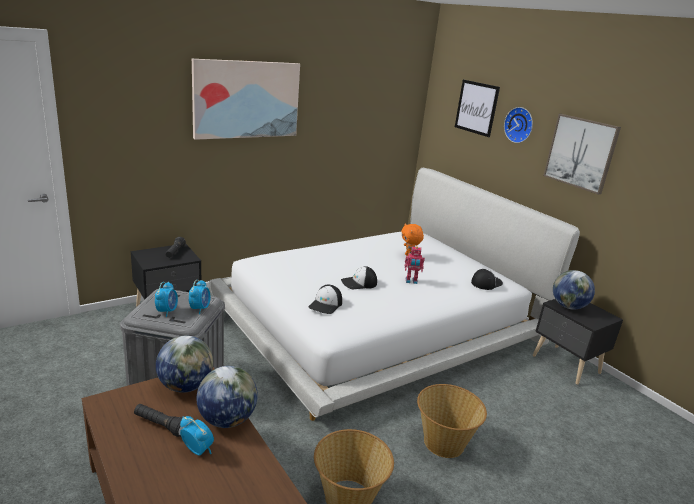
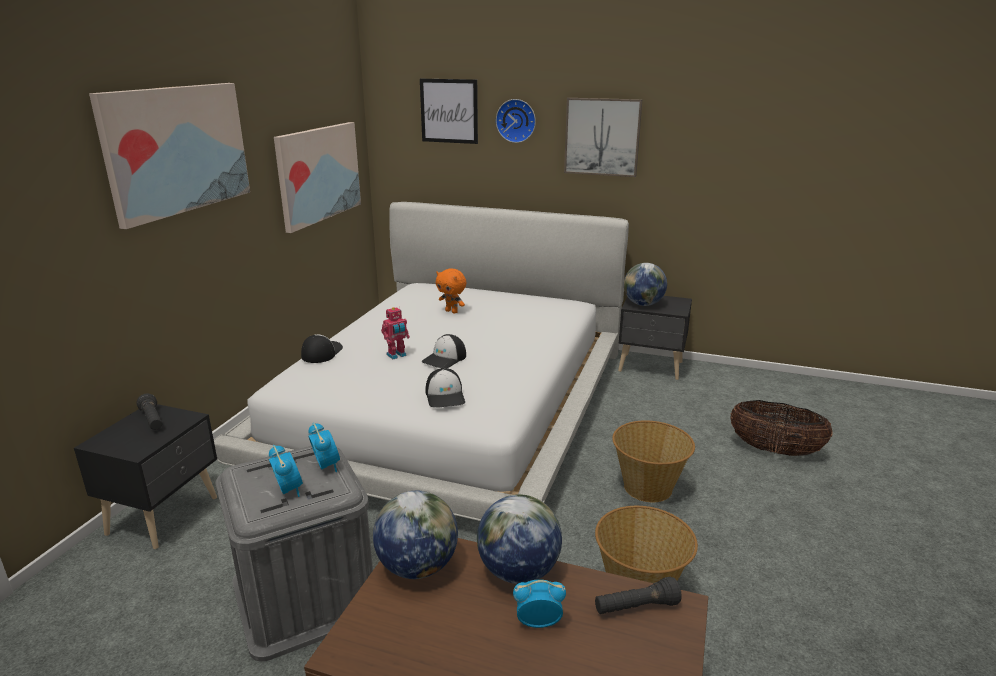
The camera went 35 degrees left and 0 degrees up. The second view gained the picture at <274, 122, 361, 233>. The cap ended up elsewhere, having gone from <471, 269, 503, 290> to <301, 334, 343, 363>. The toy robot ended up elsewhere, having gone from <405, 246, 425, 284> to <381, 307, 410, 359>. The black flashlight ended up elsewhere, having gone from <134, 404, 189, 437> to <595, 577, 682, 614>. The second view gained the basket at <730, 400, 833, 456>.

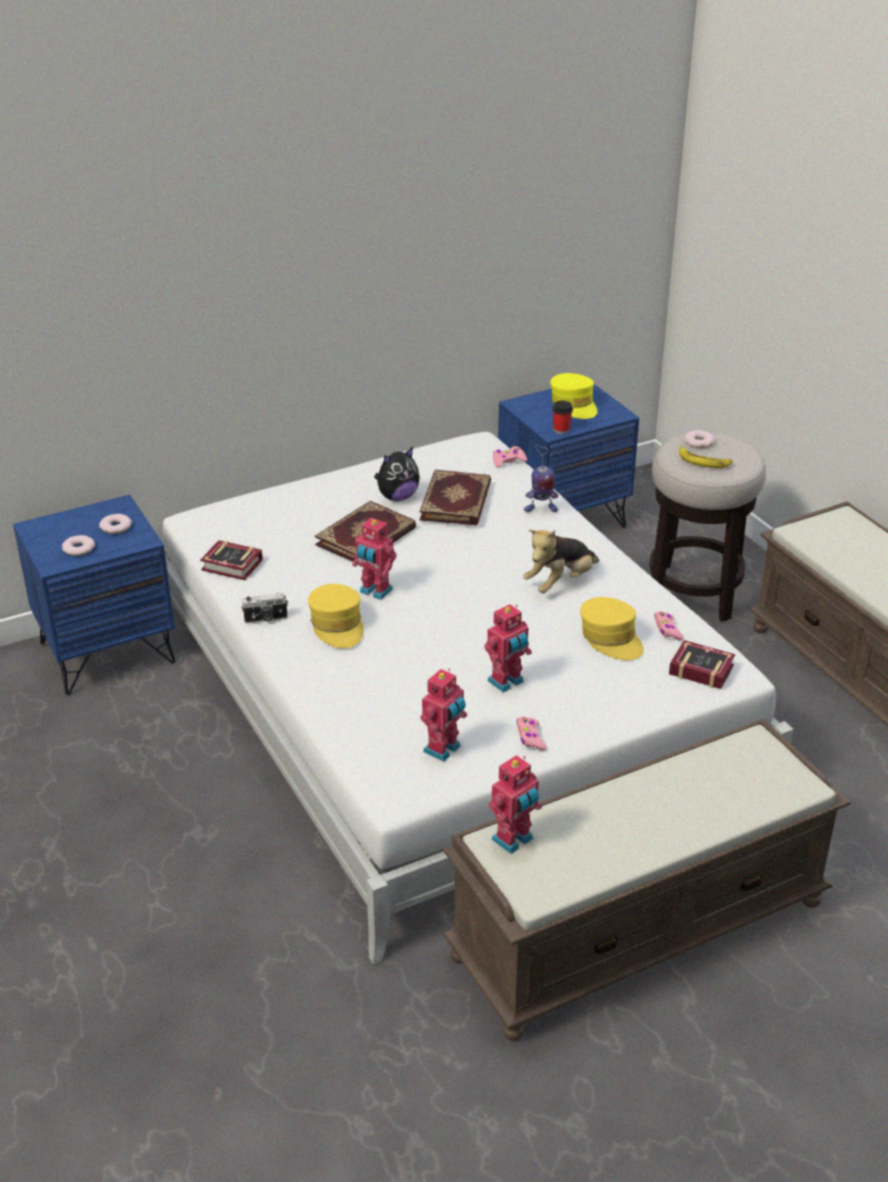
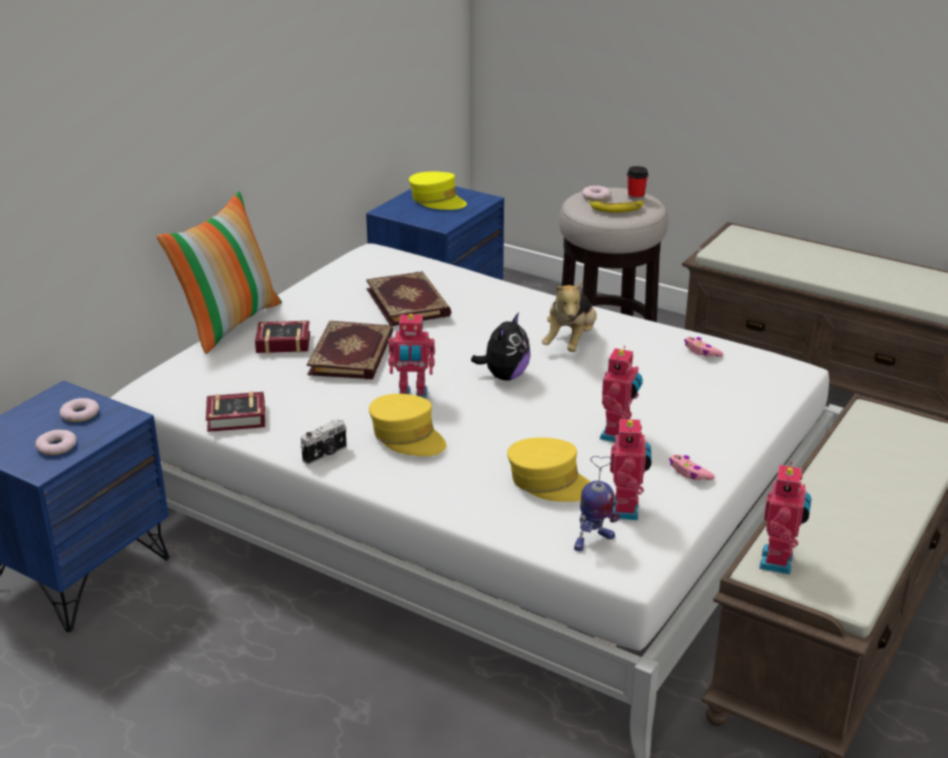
The camera went 30 degrees left and 5 degrees down. The second view gained the pillow at <157, 191, 282, 354>. The book ended up elsewhere, having gone from <669, 640, 735, 689> to <255, 321, 310, 354>. The plush toy ended up elsewhere, having gone from <374, 447, 420, 501> to <471, 312, 531, 381>. The yellow cap ended up elsewhere, having gone from <580, 597, 643, 660> to <507, 437, 591, 502>. The toy robot ended up elsewhere, having gone from <524, 445, 558, 512> to <574, 456, 620, 552>. The cup ended up elsewhere, having gone from <552, 401, 573, 434> to <627, 166, 648, 200>. The second view lost the pink game controller at <493, 446, 527, 468>.

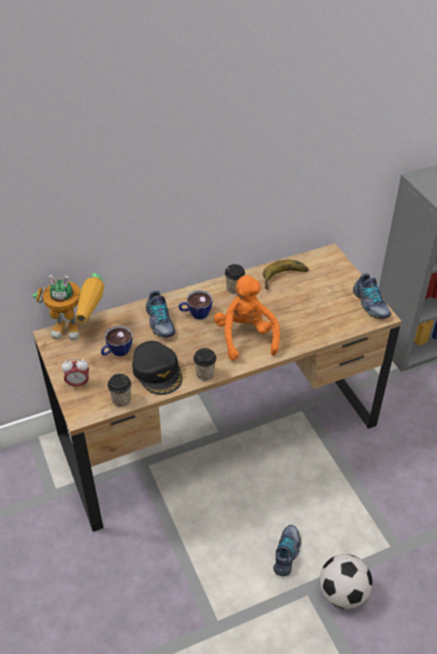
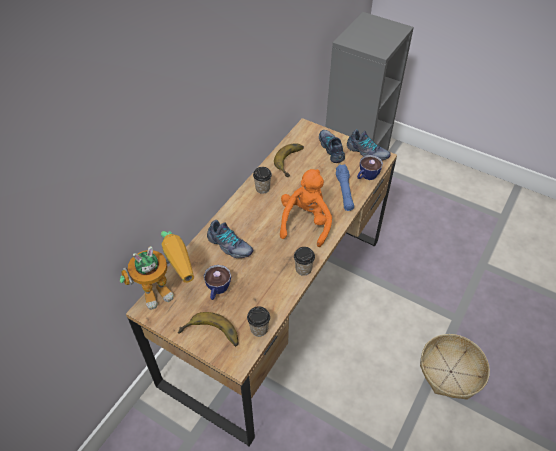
The camera went 35 degrees left and 5 degrees up. Where the alarm clock stood at <62, 359, 89, 388>, the banana came to stand at <178, 312, 238, 347>. The orange plush toy at <214, 275, 280, 361> ended up facing another way, 60 degrees clockwise from before. The shoe ended up elsewhere, having gone from <273, 525, 301, 576> to <319, 130, 345, 163>. The second view gained the blue flashlight at <336, 164, 354, 211>. The cup ended up elsewhere, having gone from <178, 290, 212, 319> to <357, 155, 383, 180>. Where the football stood at <320, 554, 373, 609>, the basket came to stand at <420, 334, 490, 400>. The second view lost the black cap at <132, 341, 182, 395>.

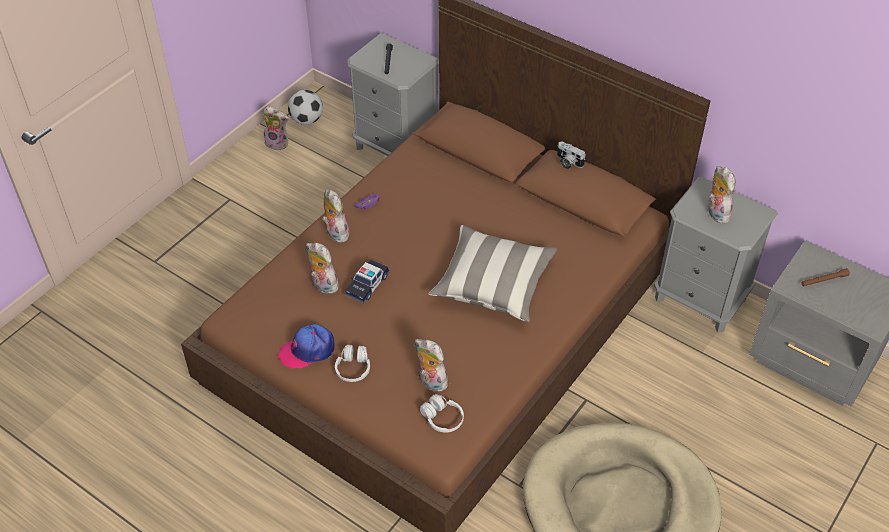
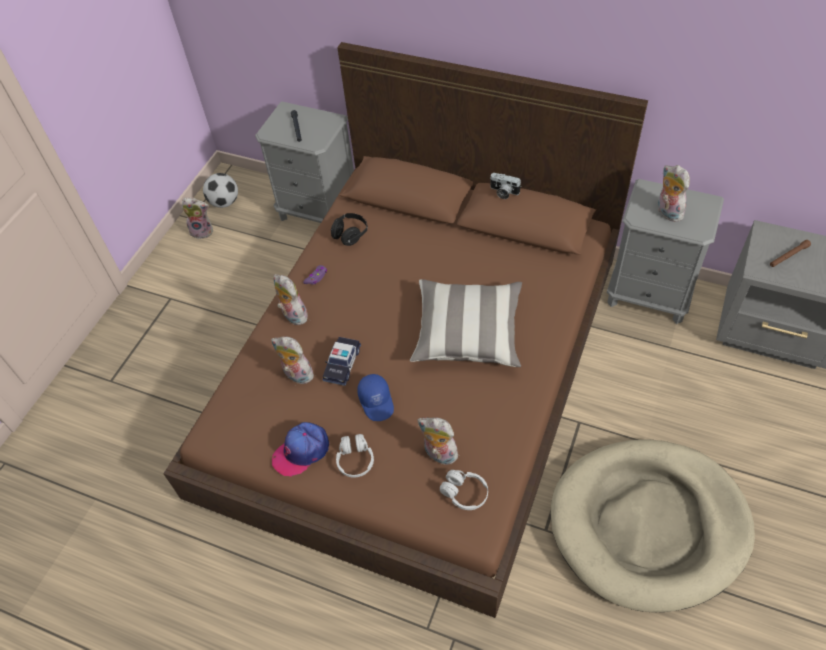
The camera went 10 degrees left and 5 degrees up. The second view gained the black headphones at <331, 213, 368, 246>. The second view gained the blue cap at <357, 374, 394, 421>.

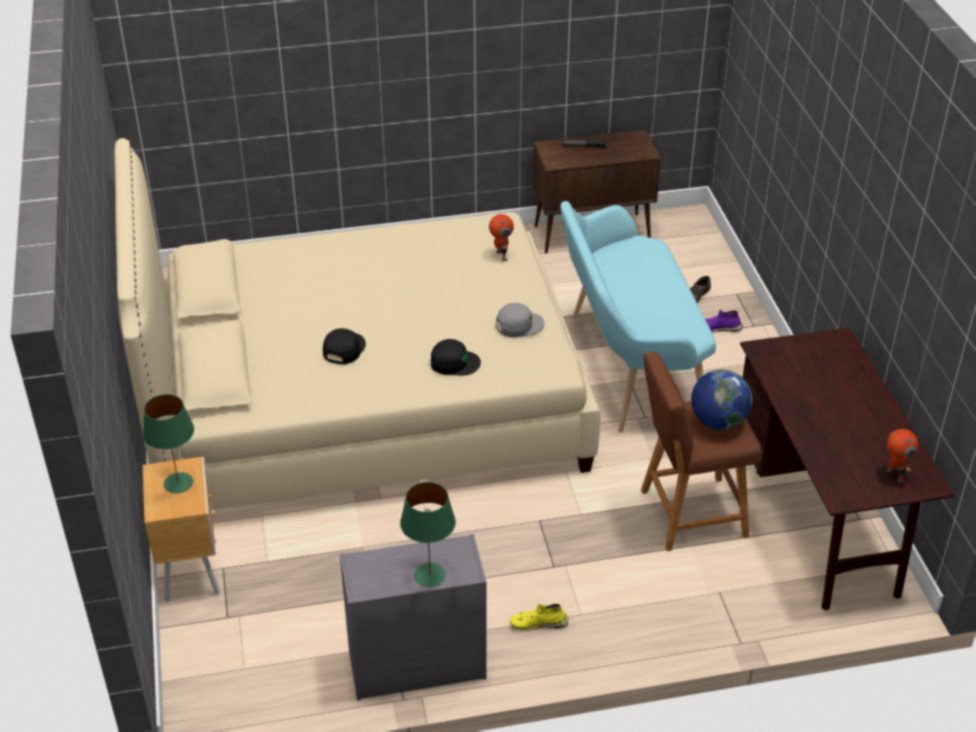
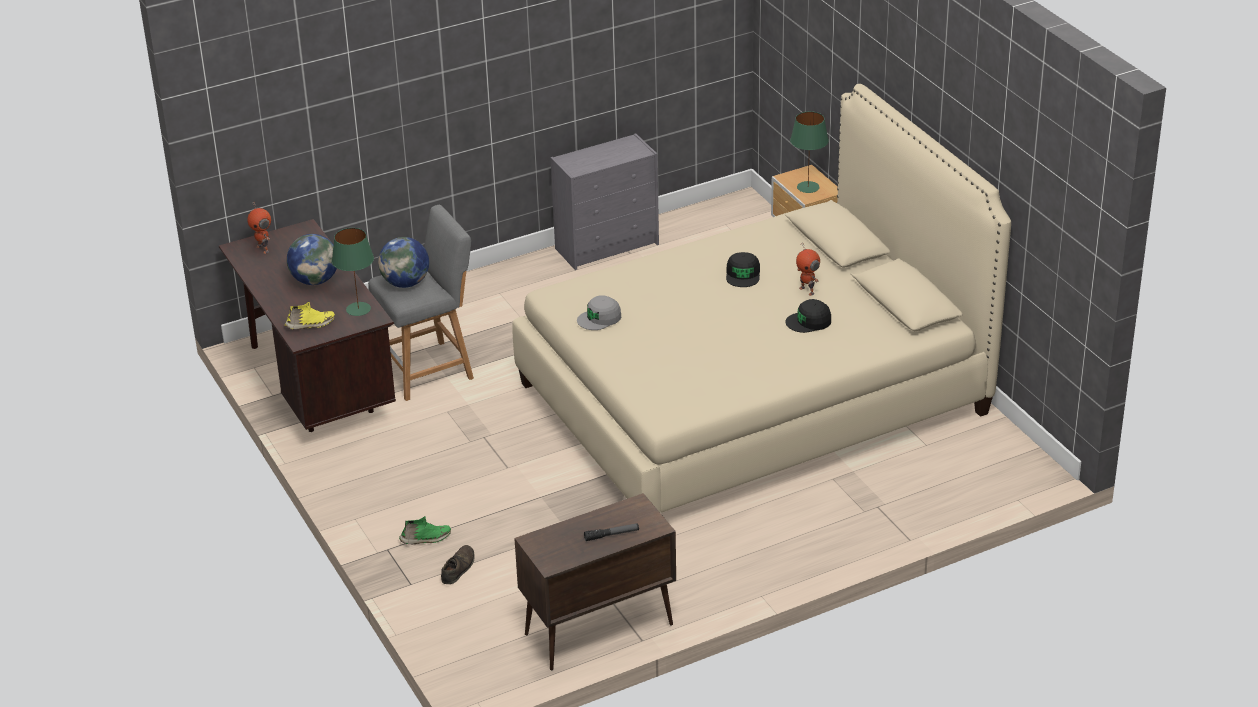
The camera went 165 degrees right and 5 degrees down. The yellow shoe ended up elsewhere, having gone from <510, 603, 569, 630> to <285, 302, 335, 330>. The second view gained the globe at <287, 234, 337, 285>. The green table lamp ended up elsewhere, having gone from <400, 482, 456, 587> to <332, 228, 374, 316>. What was the brown stool at <641, 352, 762, 551> turned into the grey stool at <368, 205, 474, 401>. What was the purple shoe at <705, 310, 743, 332> turned into the green shoe at <399, 516, 451, 544>. The black cap ended up elsewhere, having gone from <431, 339, 481, 376> to <785, 299, 831, 333>. The toy robot ended up elsewhere, having gone from <489, 214, 514, 261> to <796, 242, 820, 296>. The second view lost the turquoise bench at <560, 201, 716, 432>.

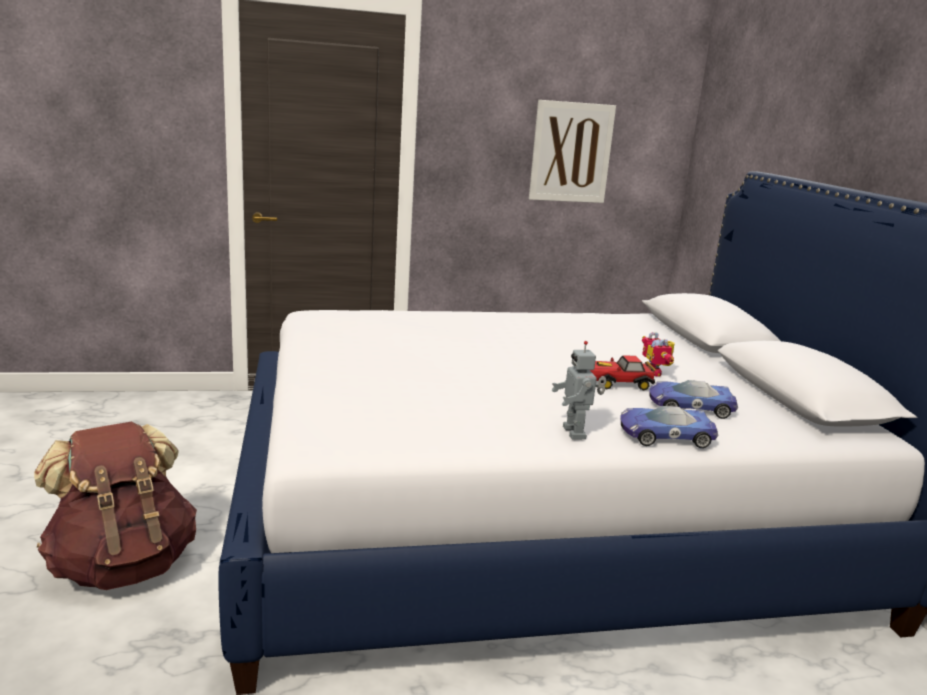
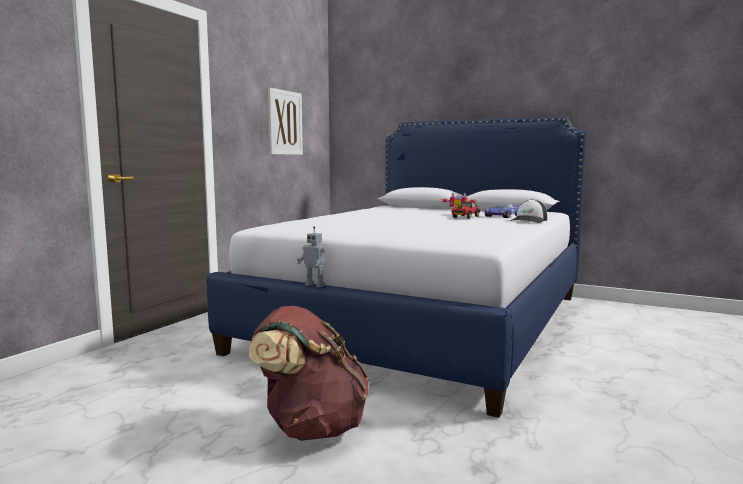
The camera went 50 degrees left and 10 degrees down. The toy robot ended up elsewhere, having gone from <551, 341, 607, 440> to <297, 226, 327, 287>. Where the toy car stood at <621, 406, 718, 448>, the cap came to stand at <510, 199, 547, 223>.

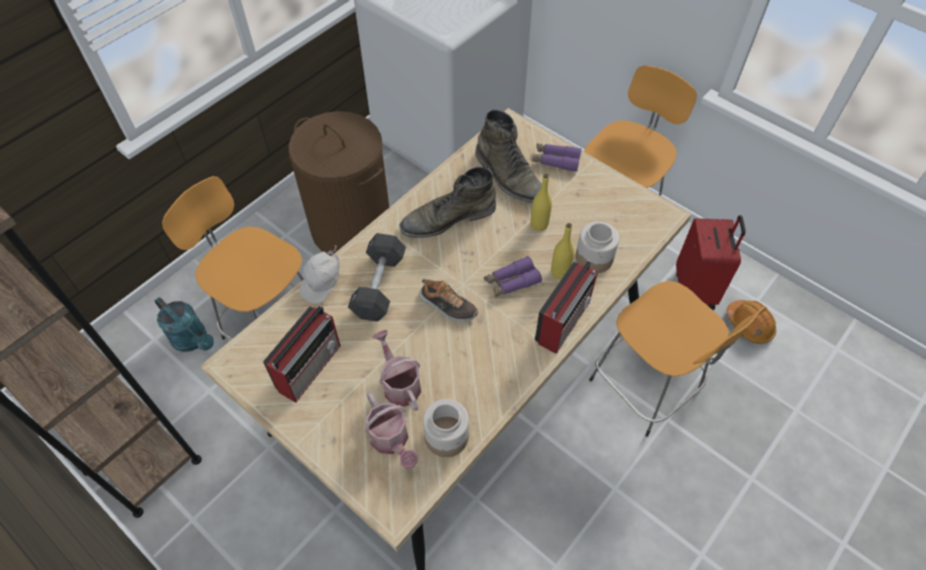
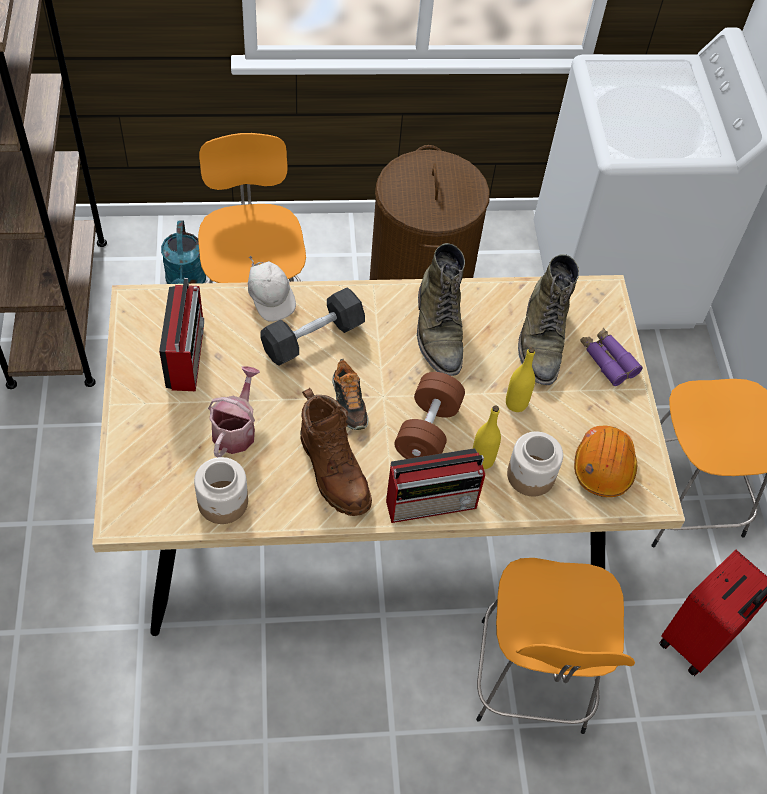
The camera went 40 degrees right and 0 degrees up. The radio at <263, 305, 341, 403> ended up facing another way, 75 degrees counterclockwise from before. The white cap at <299, 245, 340, 304> ended up facing another way, 105 degrees counterclockwise from before. The second view gained the brown boot at <300, 388, 372, 516>. Where the purple binoculars stood at <484, 256, 542, 297>, the brown dumbbell came to stand at <394, 372, 465, 459>. The green boot at <399, 167, 496, 238> ended up facing another way, 120 degrees counterclockwise from before. The orange hard hat ended up elsewhere, having gone from <727, 300, 776, 344> to <574, 426, 637, 497>. The second view lost the watering can at <365, 392, 418, 469>.

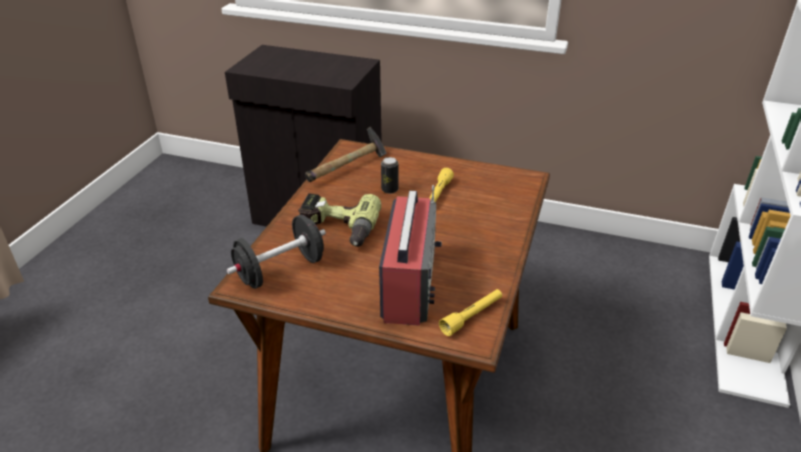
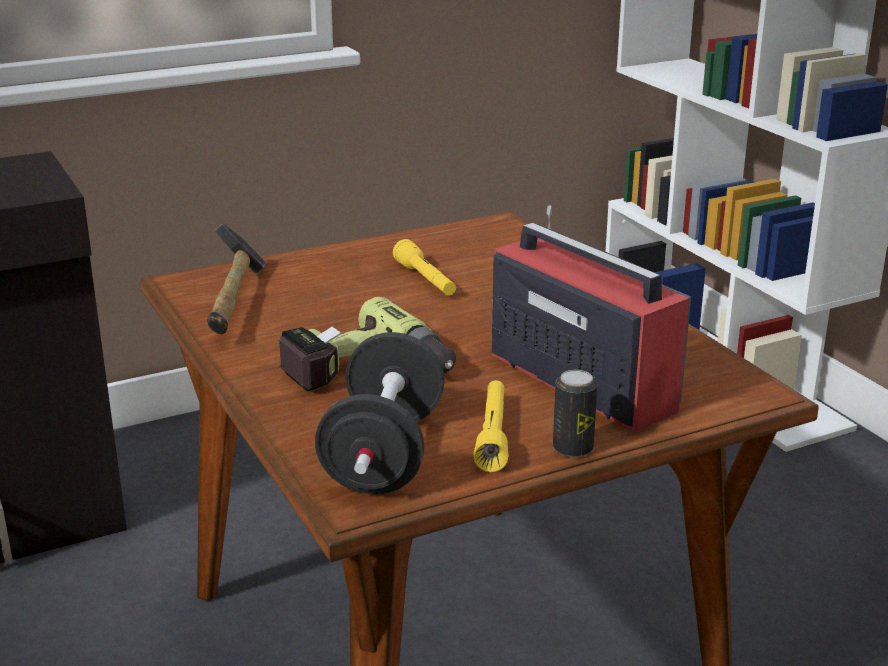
The camera went 45 degrees left and 10 degrees down. The yellow flashlight ended up elsewhere, having gone from <439, 289, 502, 336> to <474, 380, 508, 472>. The can ended up elsewhere, having gone from <381, 157, 398, 194> to <553, 370, 597, 457>.

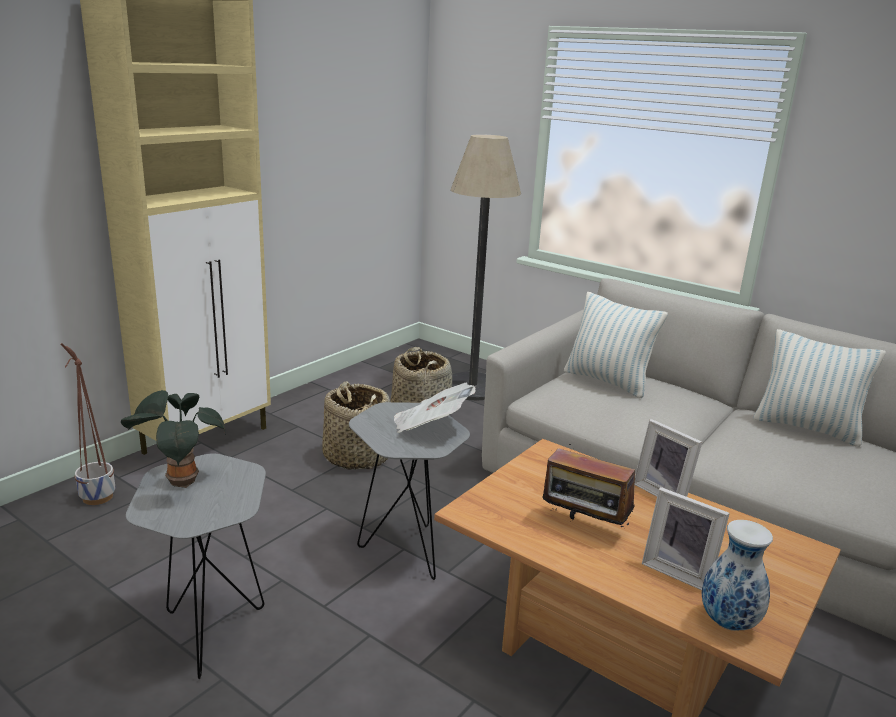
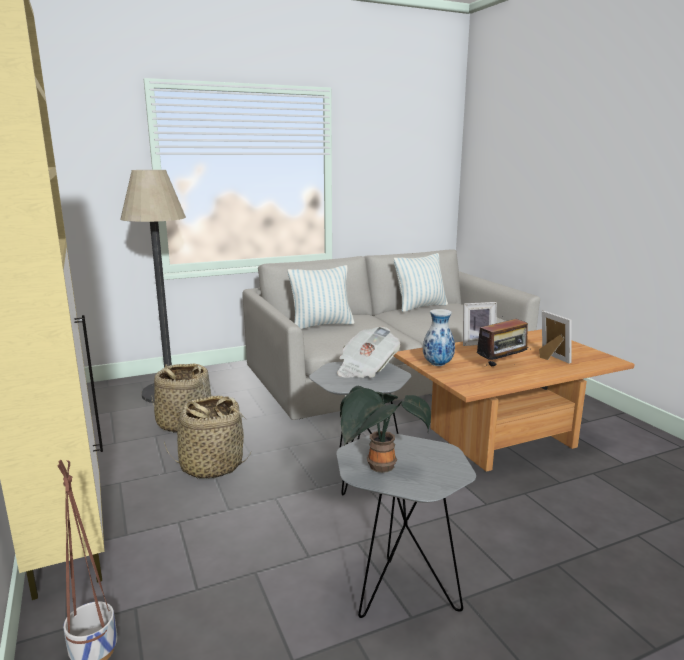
The camera went 60 degrees left and 5 degrees down. The vase ended up elsewhere, having gone from <702, 520, 773, 631> to <423, 309, 455, 366>. The picture frame at <642, 487, 730, 590> ended up facing another way, 90 degrees counterclockwise from before.

